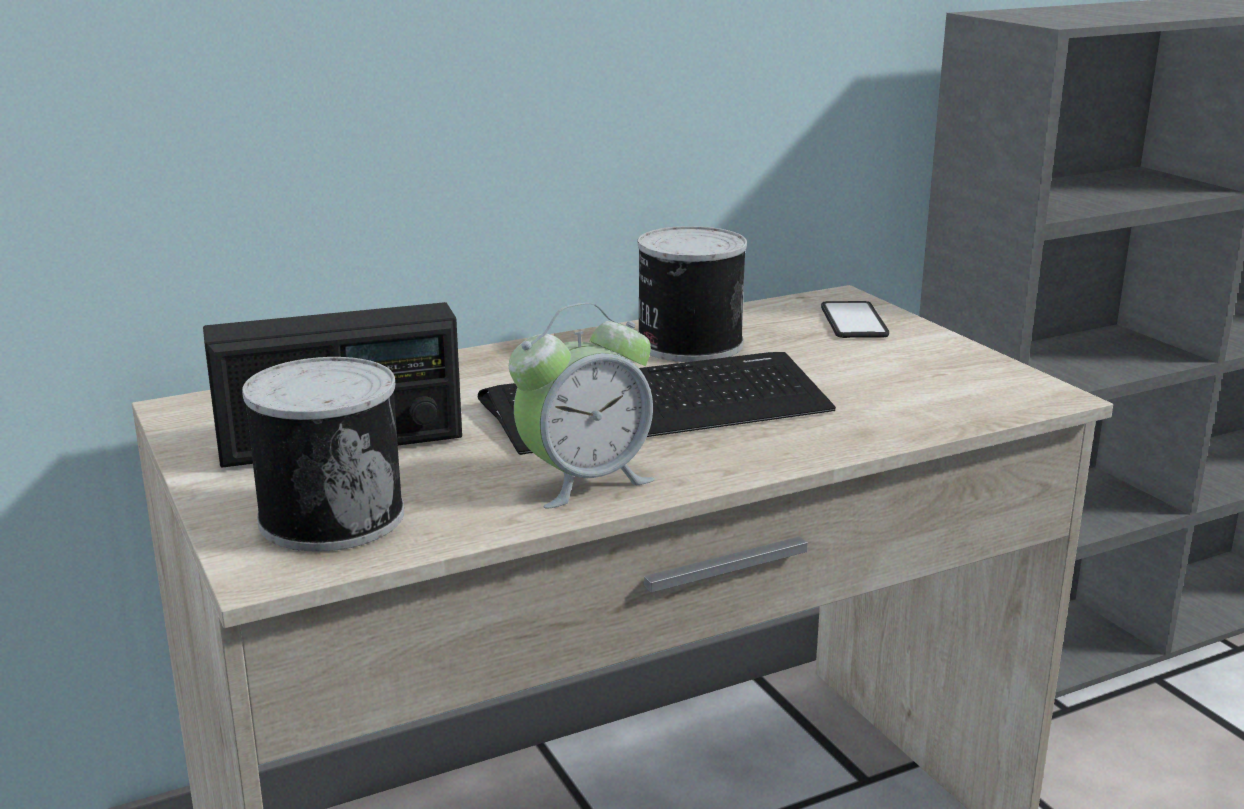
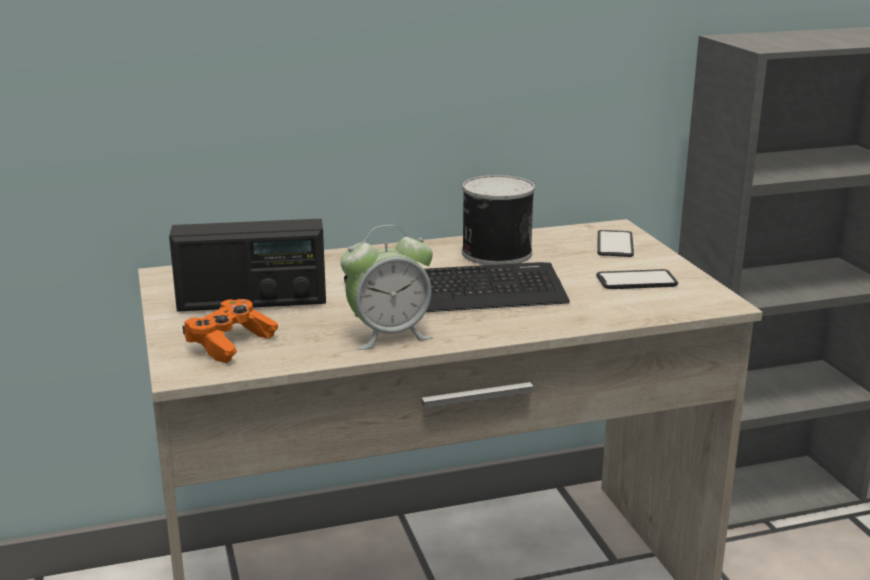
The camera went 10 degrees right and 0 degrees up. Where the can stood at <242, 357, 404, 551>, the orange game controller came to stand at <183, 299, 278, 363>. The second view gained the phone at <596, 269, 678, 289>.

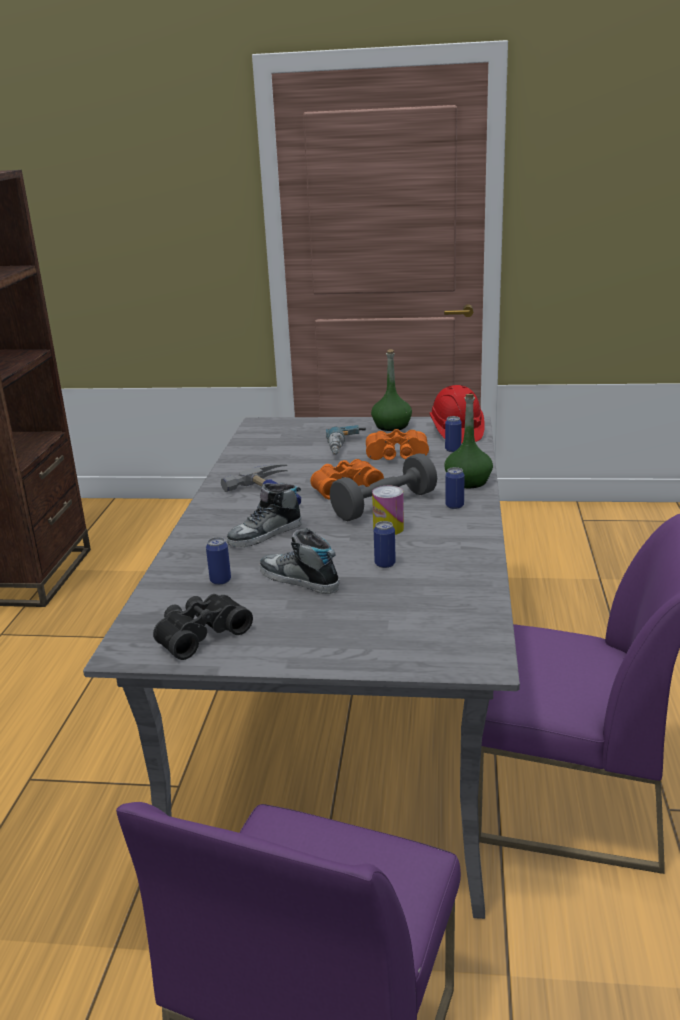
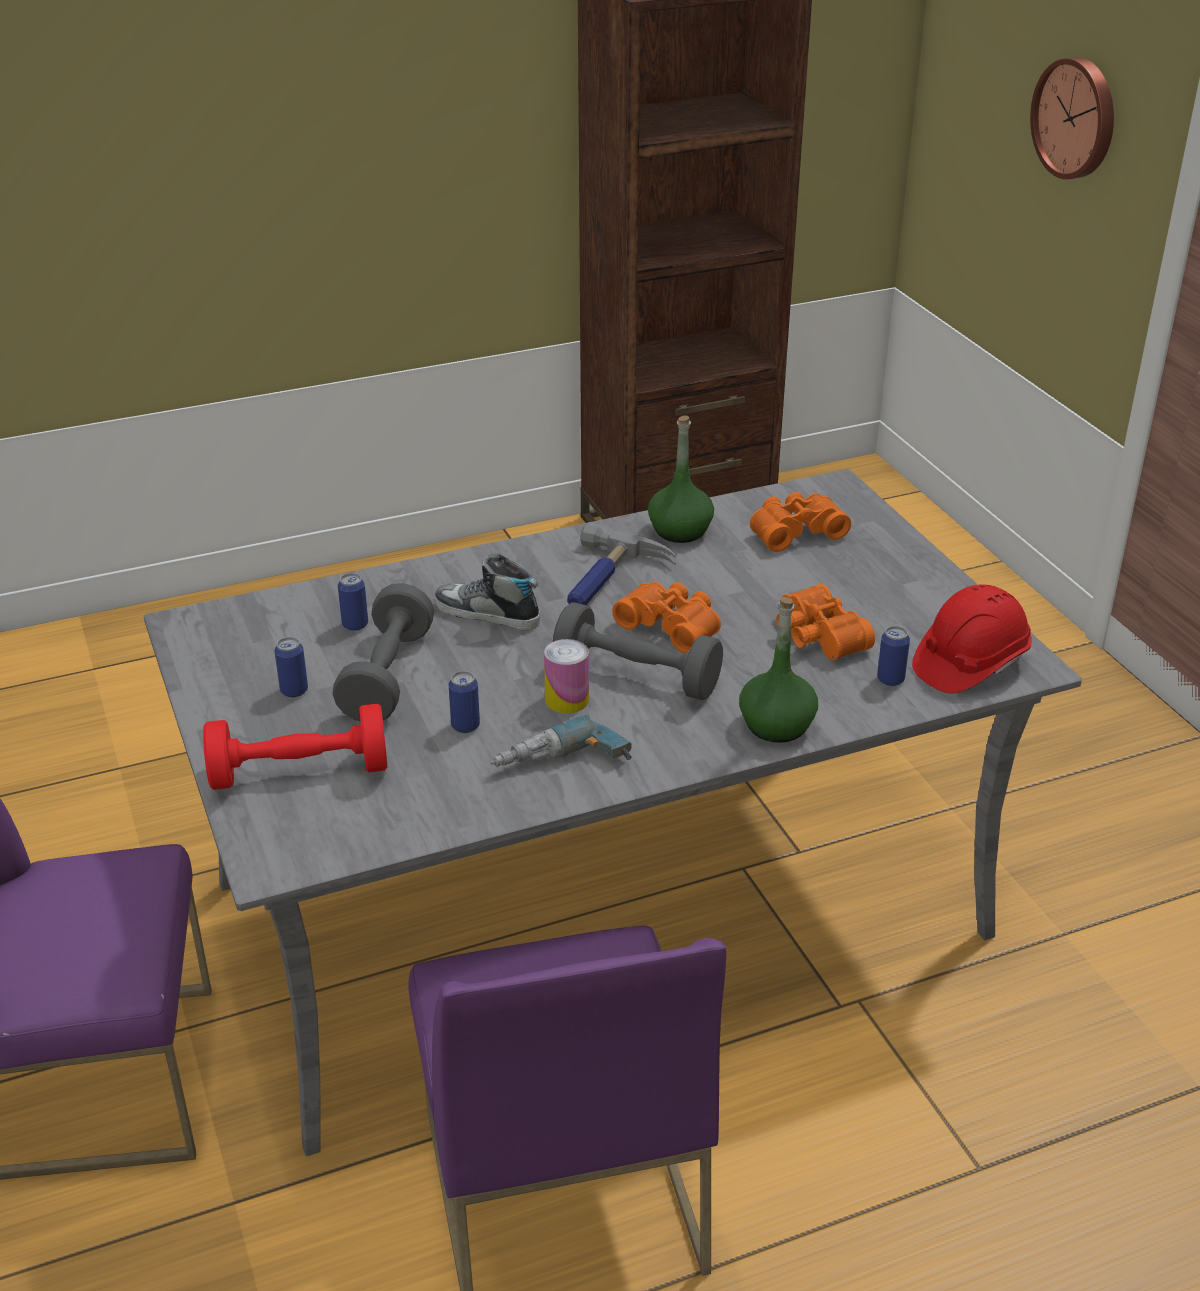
The camera went 60 degrees right and 10 degrees up. The second view gained the red dumbbell at <203, 704, 387, 790>. The can ended up elsewhere, having gone from <445, 467, 465, 509> to <274, 637, 308, 698>. Where the shoe stood at <260, 528, 339, 594>, the grey dumbbell came to stand at <333, 583, 434, 722>. The power drill ended up elsewhere, having gone from <326, 425, 366, 455> to <491, 715, 632, 767>. The green bottle ended up elsewhere, having gone from <371, 349, 412, 431> to <648, 416, 714, 543>. The second view gained the orange binoculars at <750, 492, 851, 552>. The second view gained the wall clock at <1030, 57, 1114, 179>. The second view lost the black binoculars at <153, 594, 253, 660>.

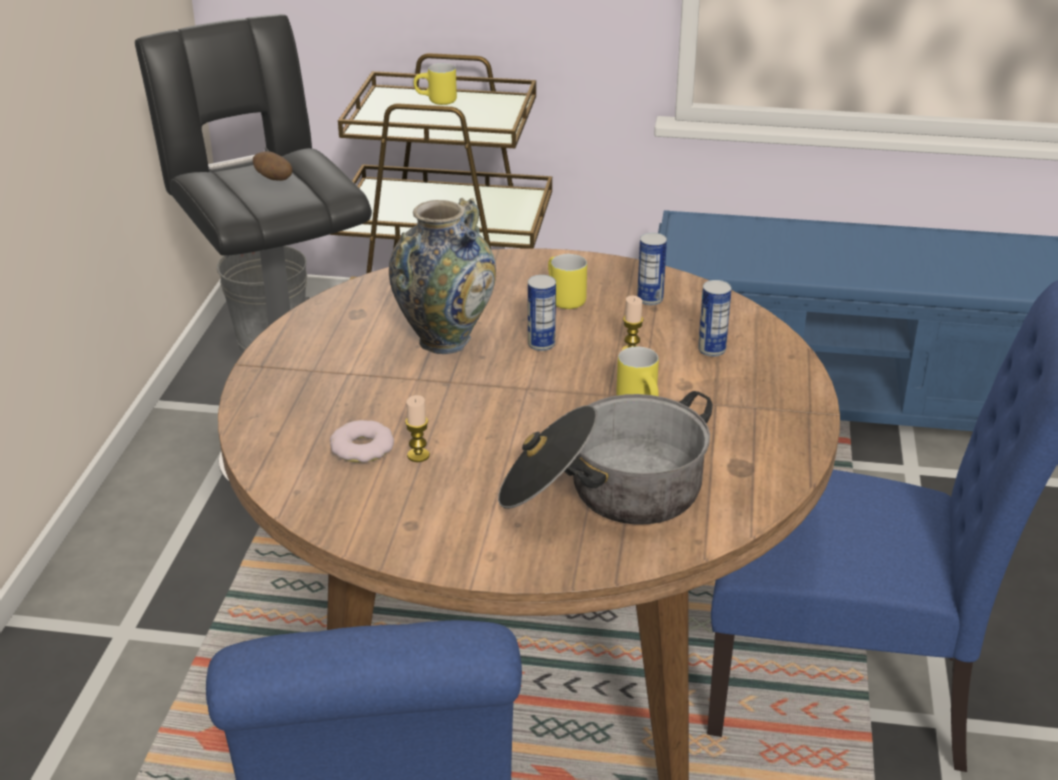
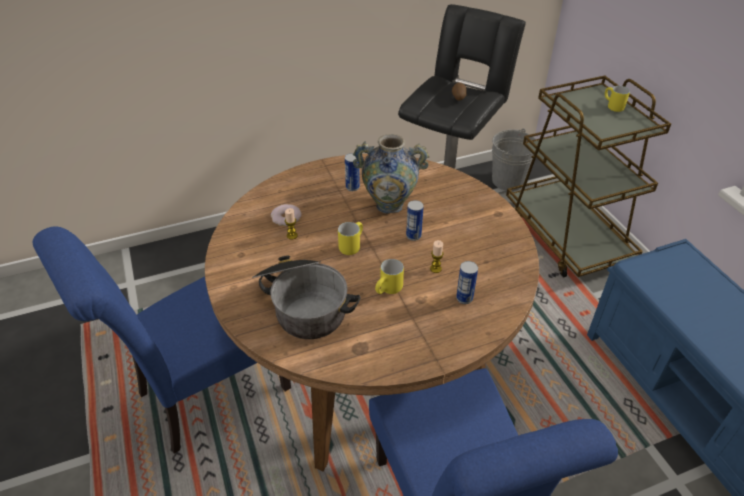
The camera went 60 degrees right and 10 degrees up. The yellow mug ended up elsewhere, having gone from <548, 254, 587, 309> to <338, 222, 363, 255>. The can ended up elsewhere, having gone from <637, 233, 667, 305> to <345, 153, 360, 191>.

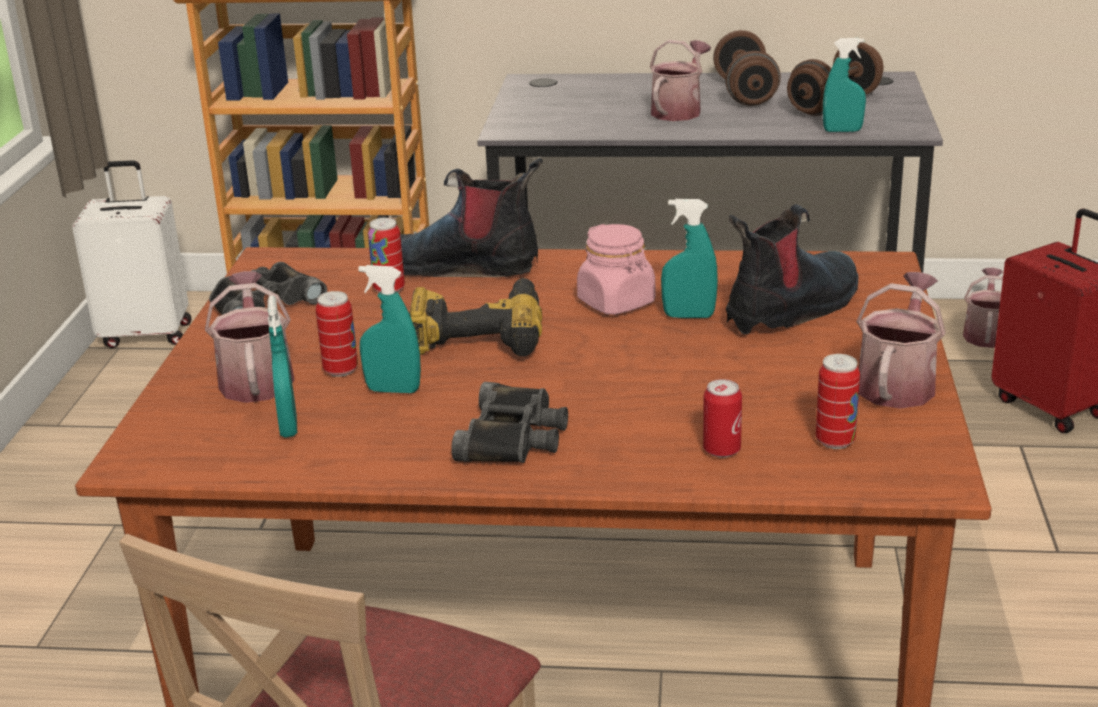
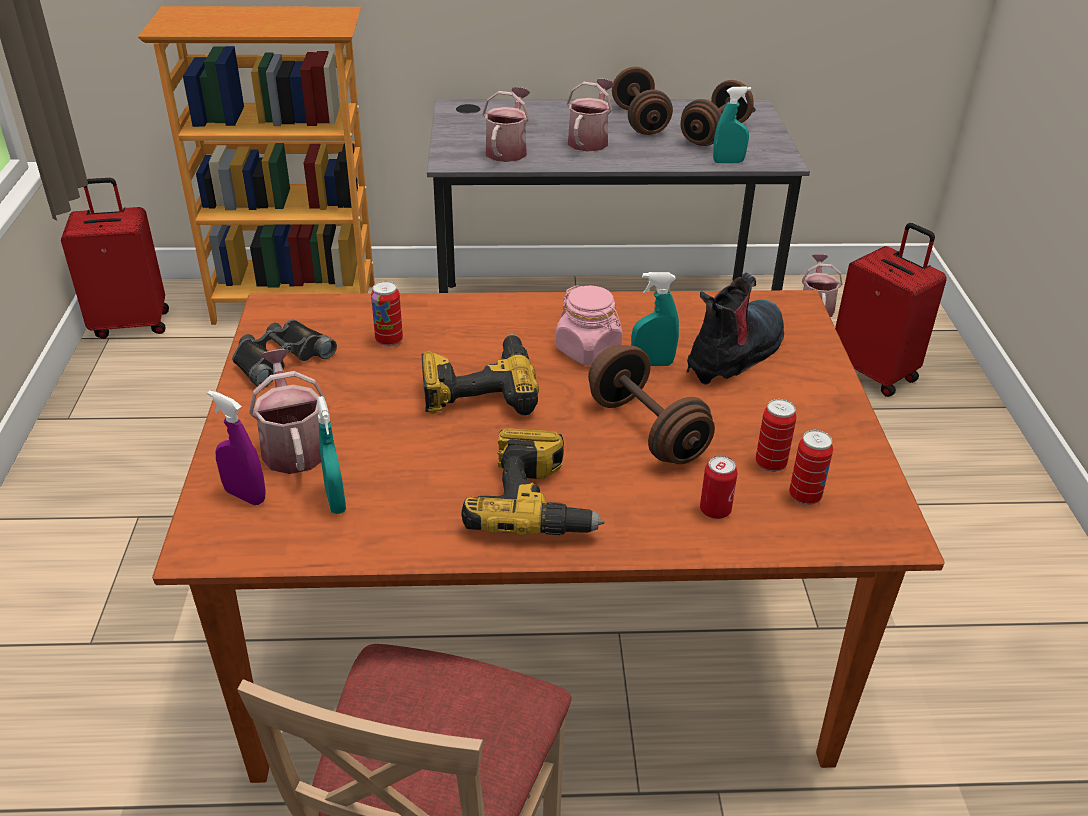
The camera went 10 degrees left and 10 degrees up. What was the white suitcase at <72, 160, 192, 348> turned into the red suitcase at <61, 178, 169, 339>. The second view gained the purple spray bottle at <208, 390, 266, 505>. Where the black binoculars stood at <451, 382, 568, 463>, the power drill came to stand at <461, 429, 604, 535>. The watering can ended up elsewhere, having gone from <856, 272, 946, 409> to <483, 87, 530, 162>. The second view gained the brown dumbbell at <588, 345, 715, 464>. The can ended up elsewhere, having gone from <316, 291, 358, 377> to <755, 399, 797, 472>. The second view lost the turquoise spray bottle at <358, 265, 421, 393>. The second view lost the boot at <400, 158, 543, 277>.

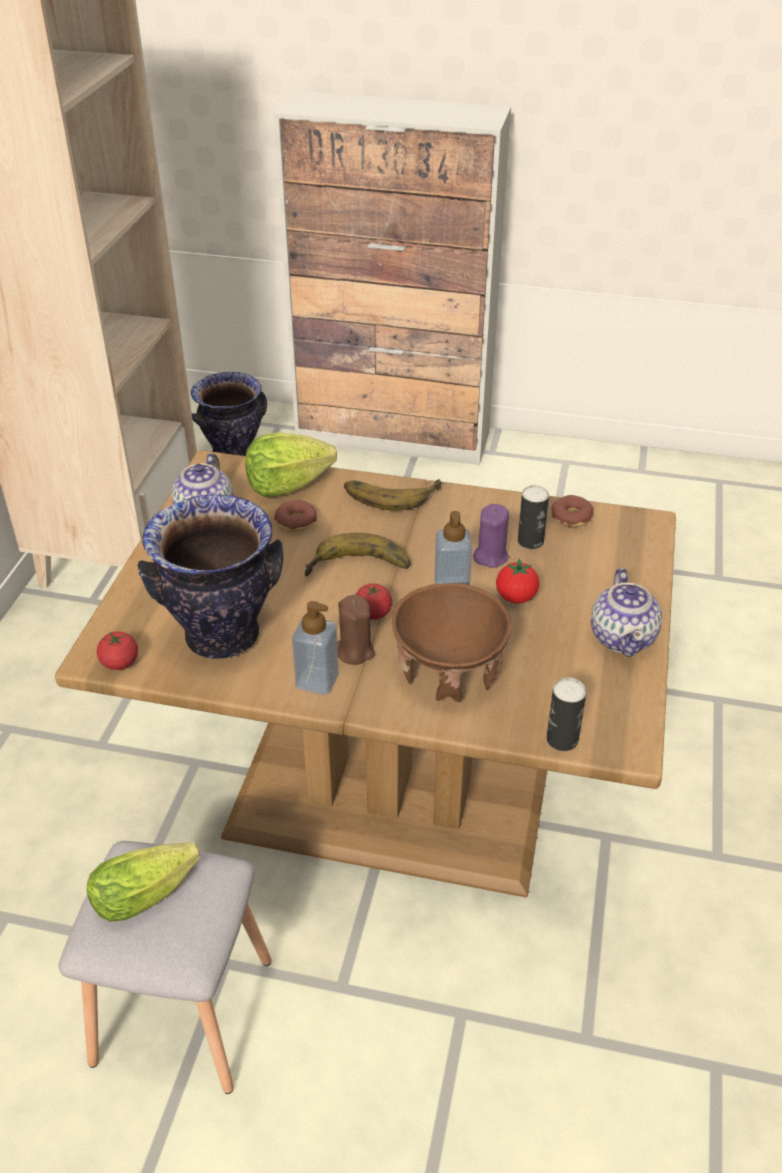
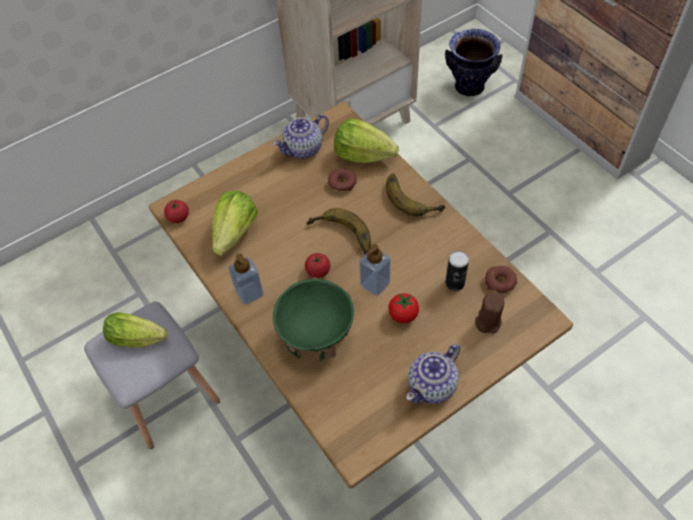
The camera went 45 degrees right and 15 degrees up. Where the vase stood at <138, 494, 283, 659>, the lettuce came to stand at <212, 191, 258, 256>. What was the brown bowl at <392, 583, 512, 702> turned into the green bowl at <273, 279, 354, 361>. The brown candle ended up elsewhere, having gone from <337, 595, 375, 665> to <475, 293, 504, 334>. The second view lost the purple candle at <473, 504, 509, 568>. The second view lost the can at <546, 678, 586, 751>.

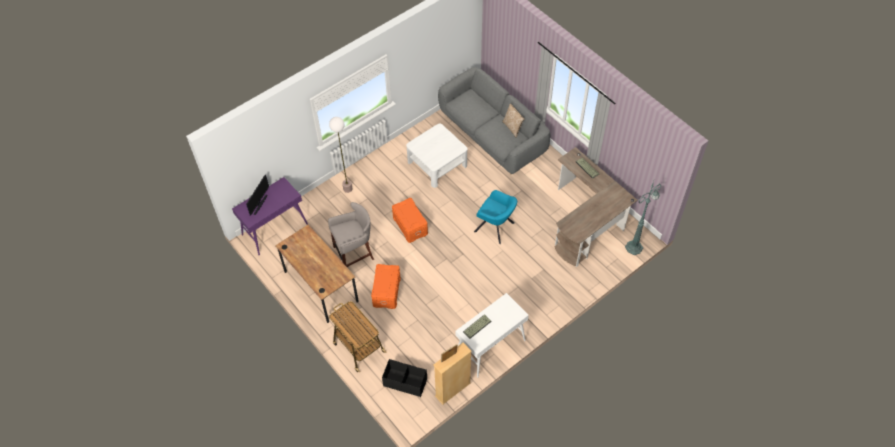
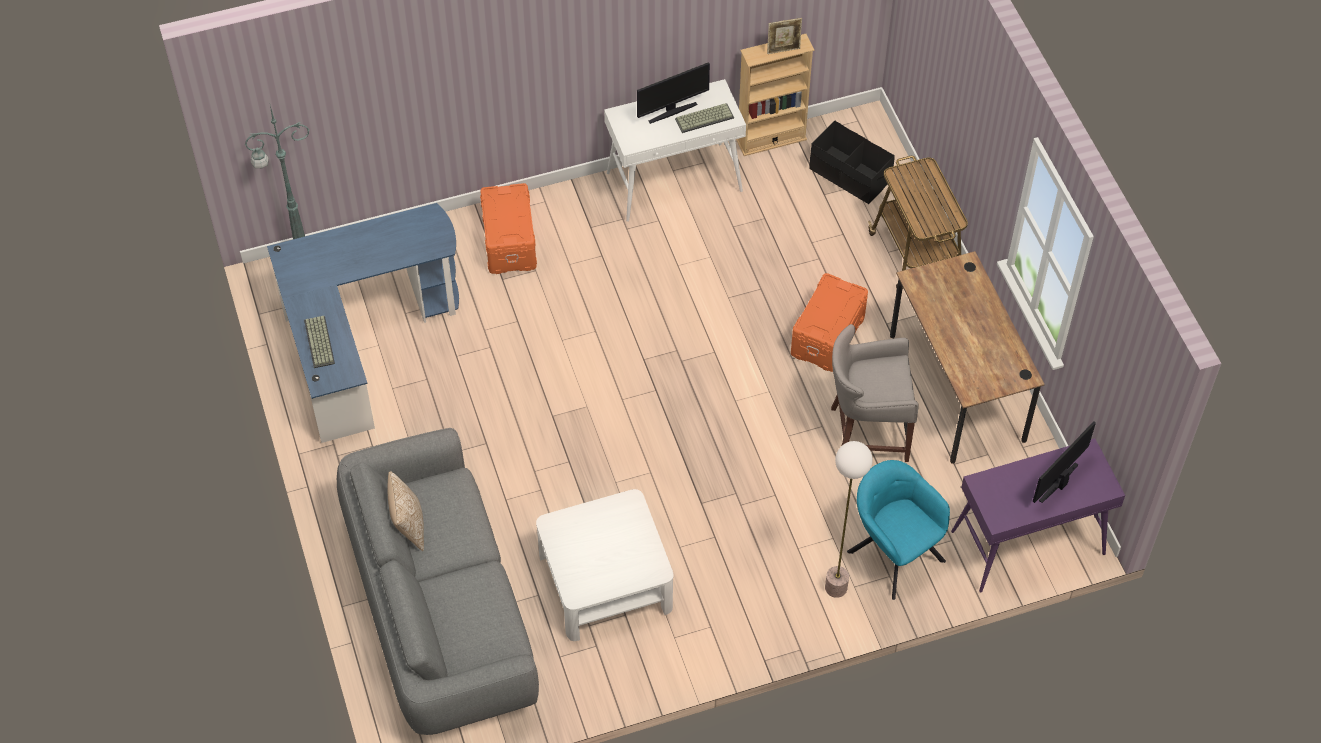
The camera went 160 degrees left and 0 degrees up. What was the brown desk at <554, 147, 638, 267> turned into the blue desk at <267, 203, 459, 443>. The orange storage box ended up elsewhere, having gone from <392, 198, 428, 243> to <480, 183, 537, 274>. The second view gained the monitor at <637, 62, 710, 124>. The turquoise armchair ended up elsewhere, having gone from <474, 190, 517, 244> to <847, 460, 950, 600>.

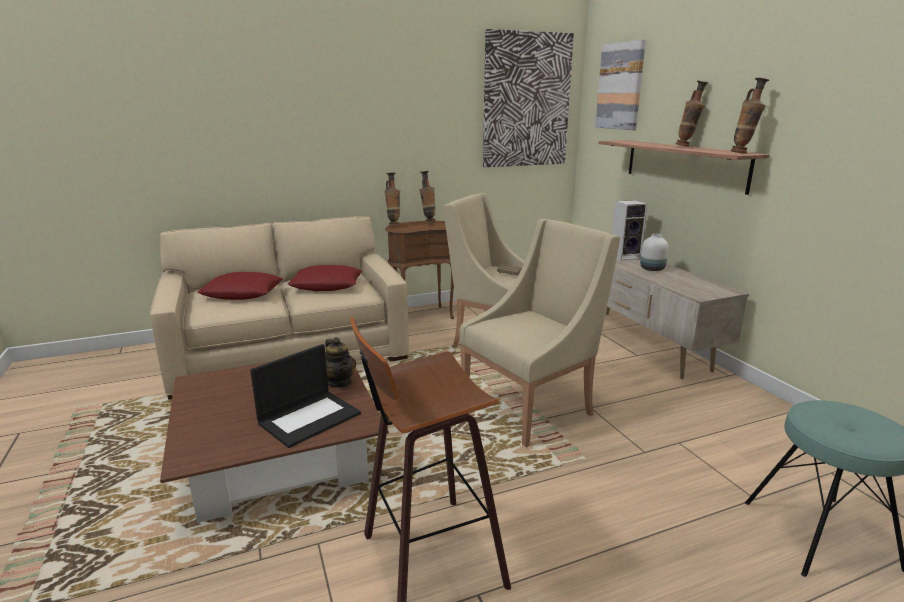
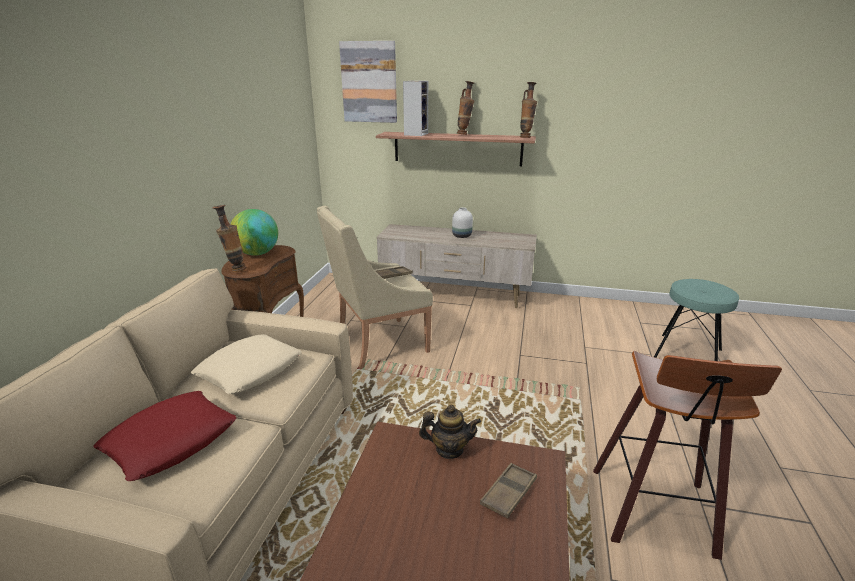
The camera went 55 degrees left and 5 degrees up. What was the red pillow at <287, 265, 363, 291> turned into the beige pillow at <191, 334, 302, 394>. Where the vase stood at <419, 171, 436, 224>, the globe came to stand at <231, 209, 278, 256>. The speaker ended up elsewhere, having gone from <612, 200, 647, 260> to <403, 81, 428, 136>. Where the laptop stood at <250, 344, 361, 448>, the brown tray came to stand at <480, 463, 537, 518>. The second view lost the beige armchair at <459, 219, 620, 447>. The second view lost the picture at <483, 29, 574, 167>.

